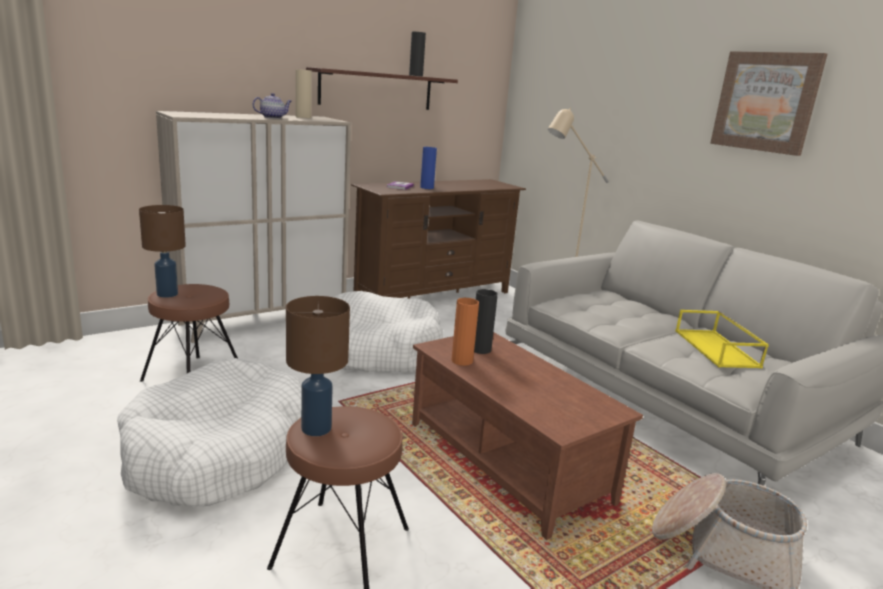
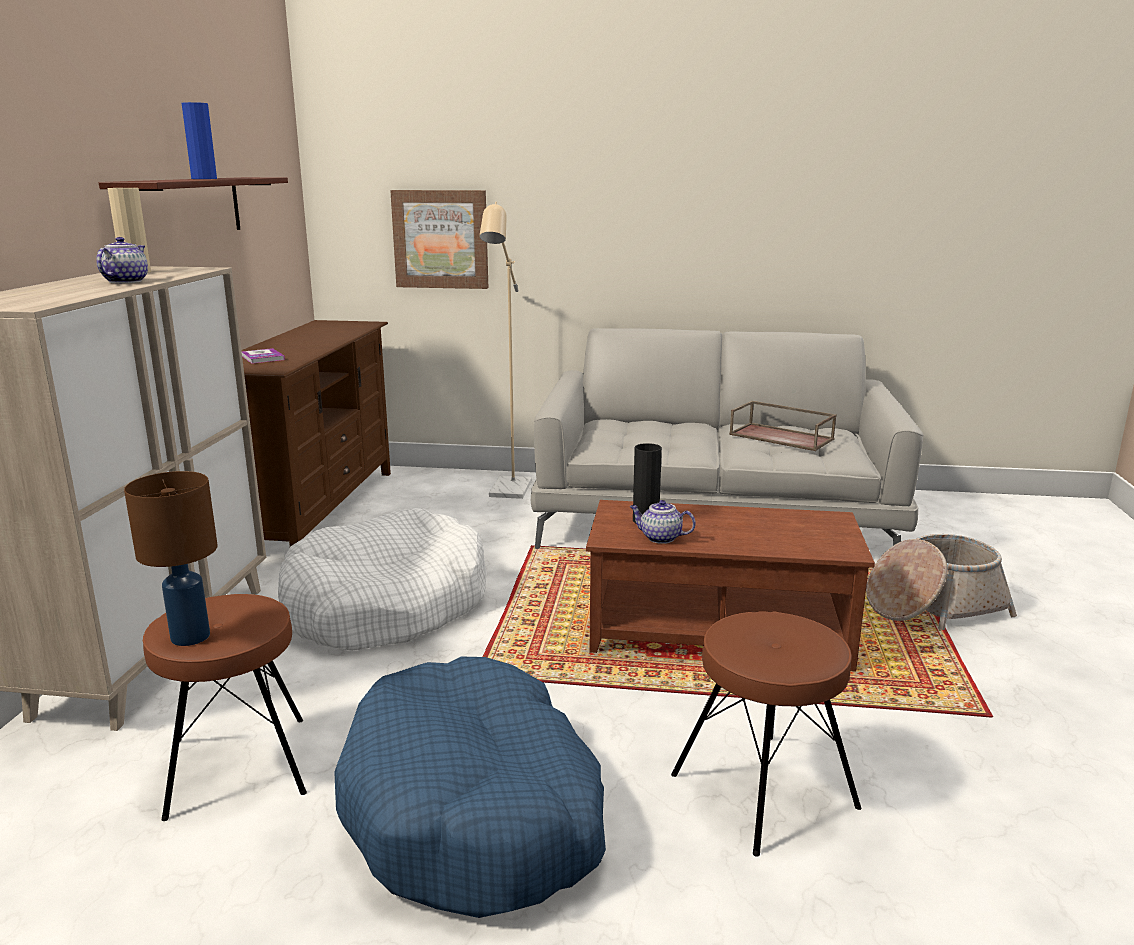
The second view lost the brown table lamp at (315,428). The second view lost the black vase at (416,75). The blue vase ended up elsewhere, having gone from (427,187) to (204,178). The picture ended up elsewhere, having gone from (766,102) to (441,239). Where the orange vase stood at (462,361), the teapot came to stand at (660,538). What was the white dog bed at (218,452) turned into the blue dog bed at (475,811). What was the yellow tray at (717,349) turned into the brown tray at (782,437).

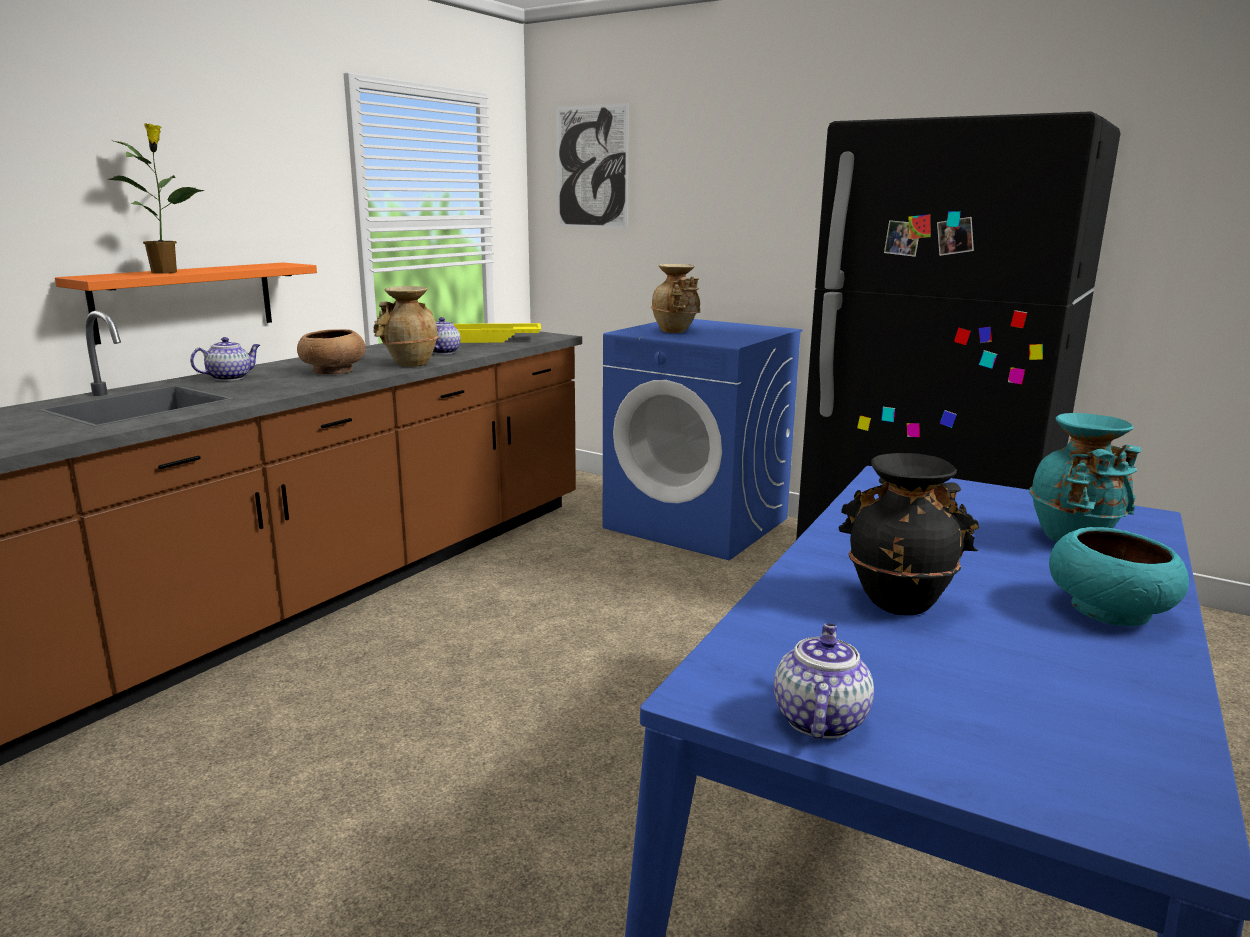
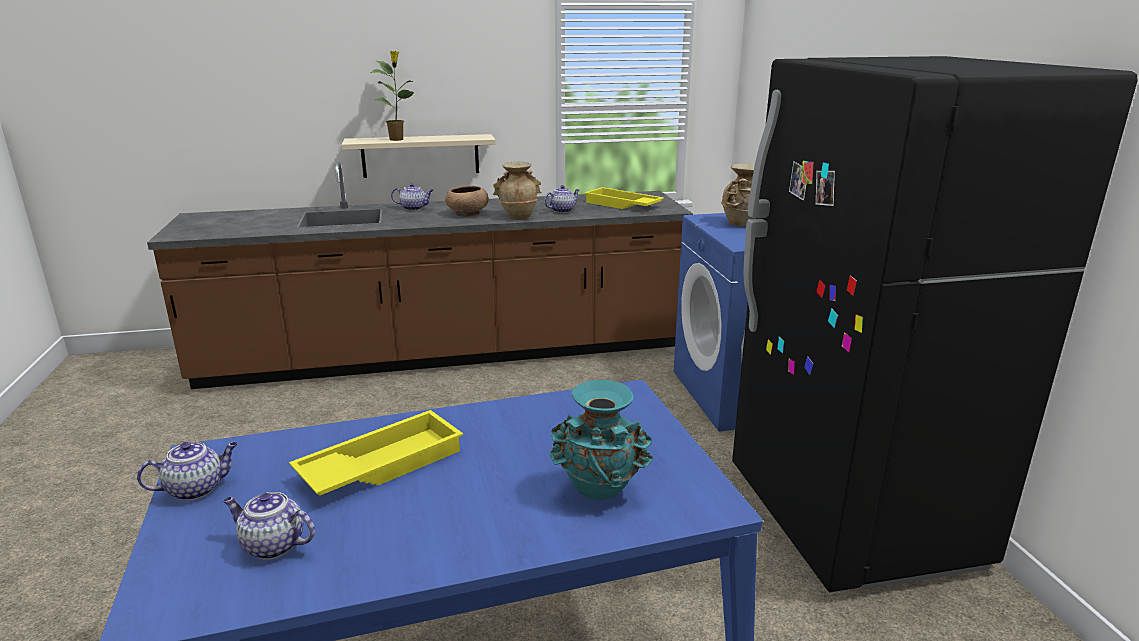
The second view lost the picture at (591,167). The second view lost the turquoise bowl at (1109,610). The second view gained the teapot at (272,545). Where the black vase stood at (898,601), the yellow tray came to stand at (381,464). What was the orange shelf at (185,301) turned into the beige shelf at (420,155).

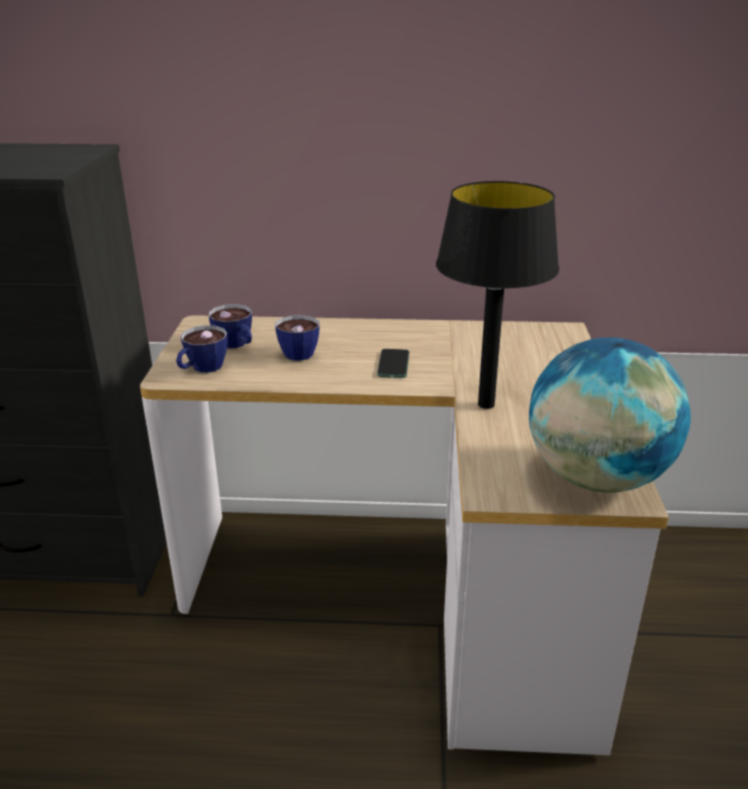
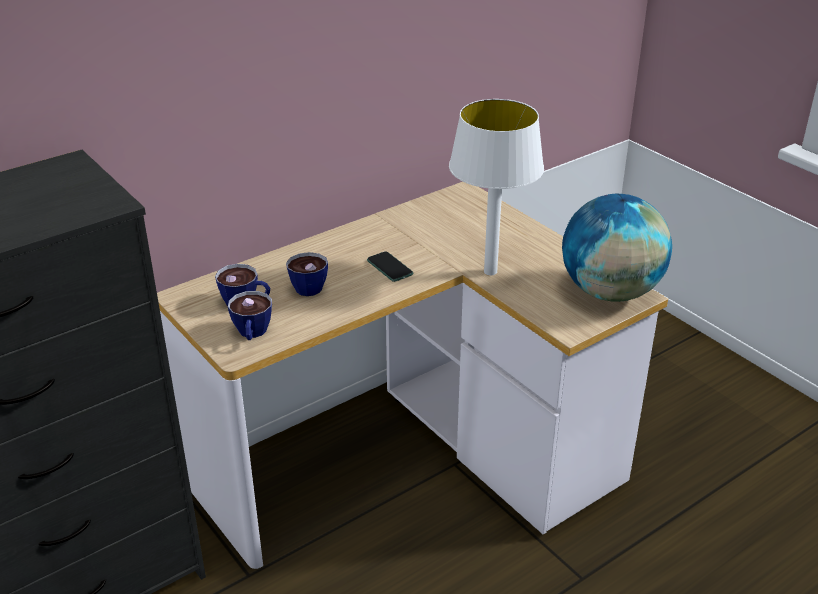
What was the black table lamp at (486,405) turned into the white table lamp at (491,272).

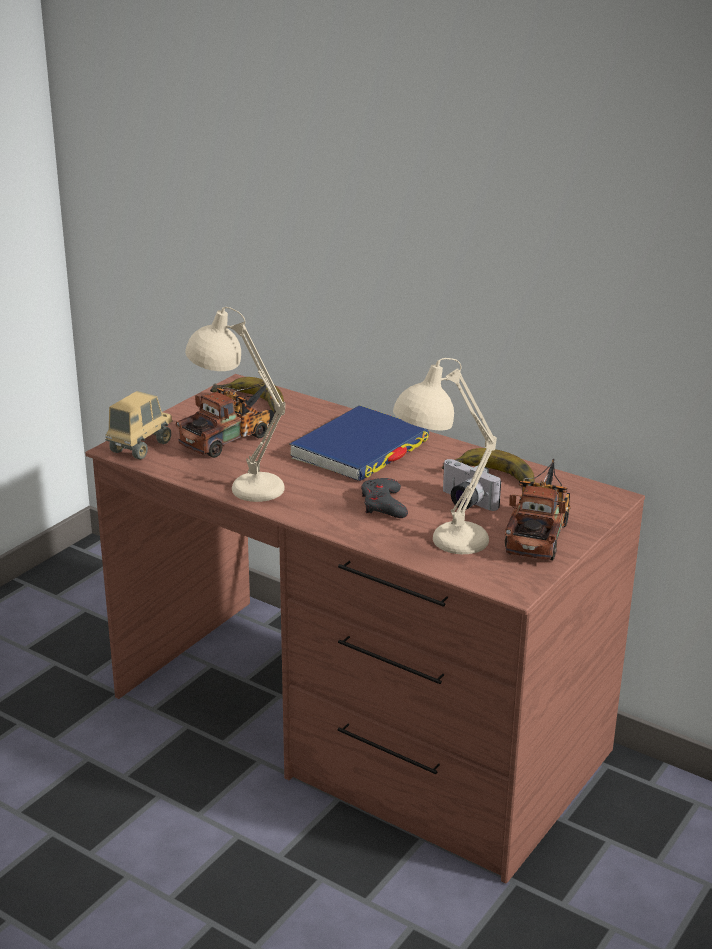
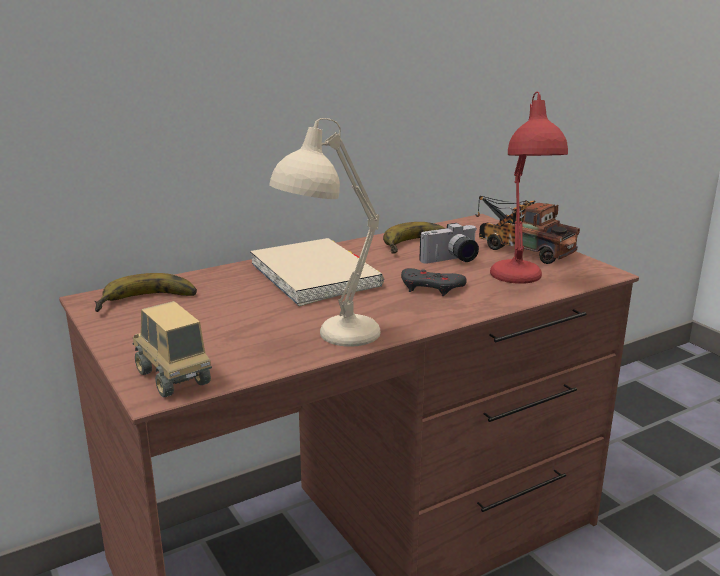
The second view lost the toy truck at (232,438). What was the blue book at (360,450) turned into the beige book at (315,276). What was the beige table lamp at (438,544) turned into the red table lamp at (519,282).

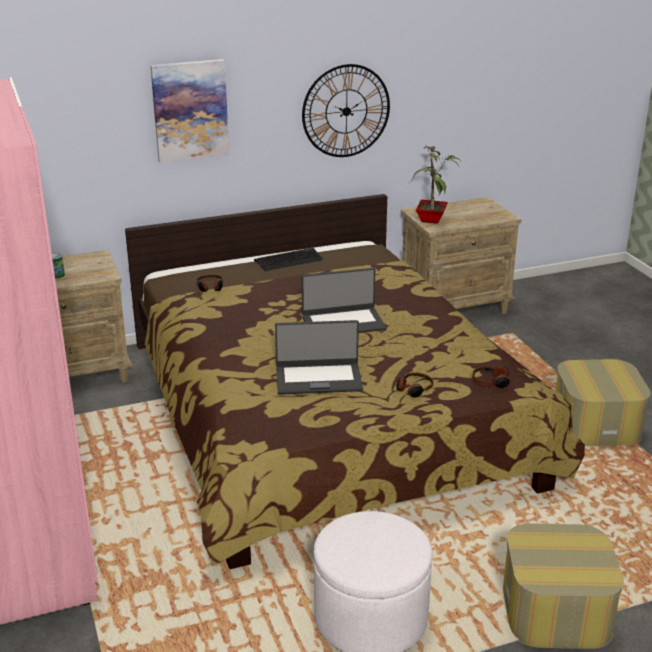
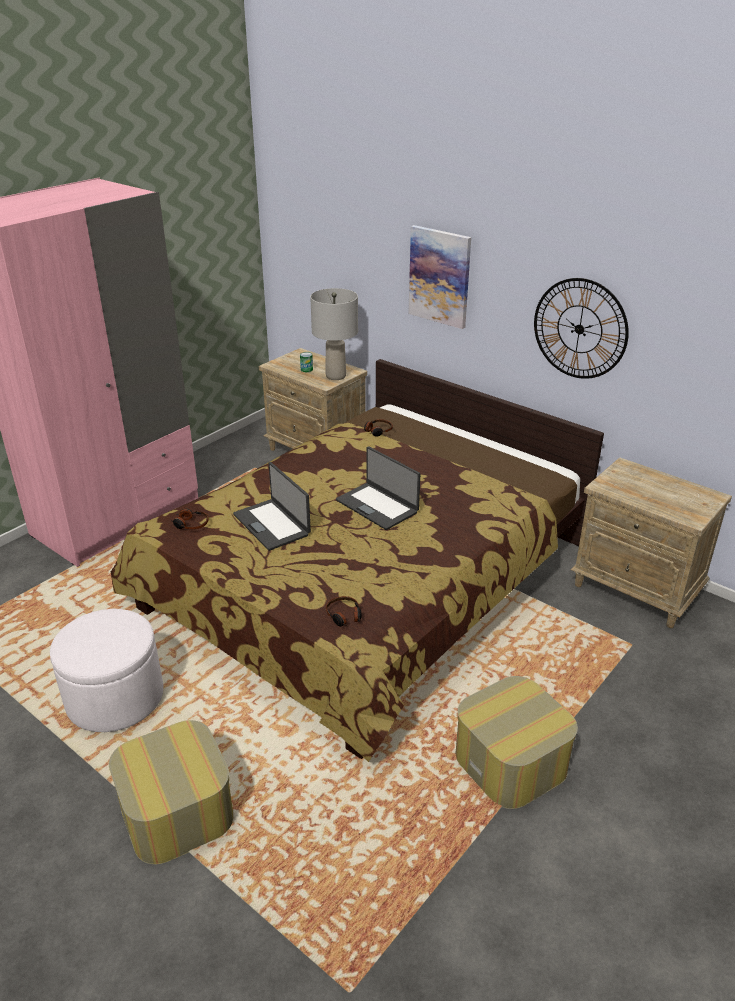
The second view lost the keyboard at (289,260). The second view lost the potted plant at (432,220). The second view gained the grey table lamp at (336,376). The headphones ended up elsewhere, having gone from (413,389) to (190,524).

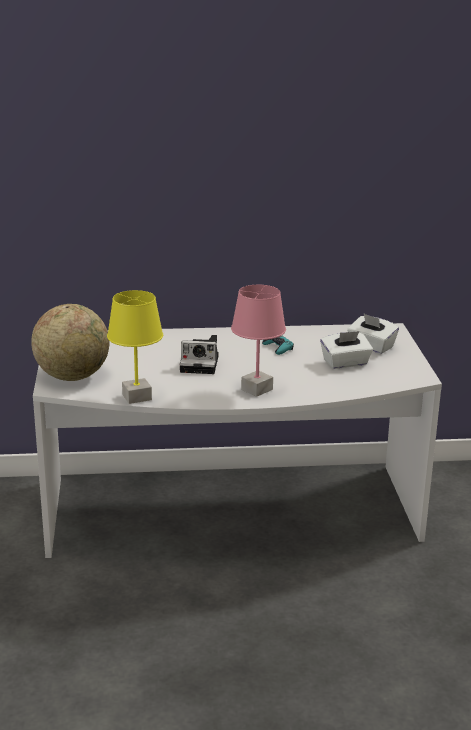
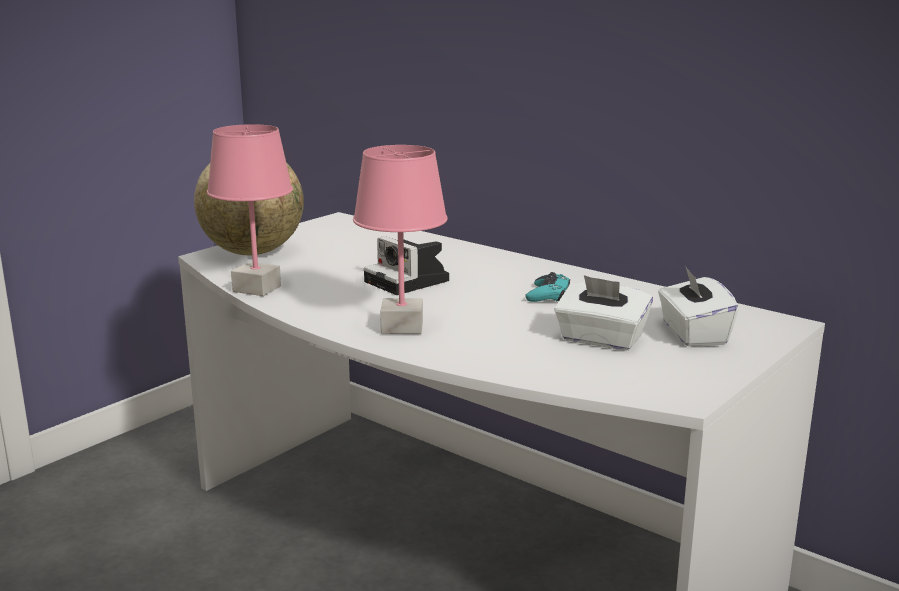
What was the yellow table lamp at (136,397) turned into the pink table lamp at (256,289).

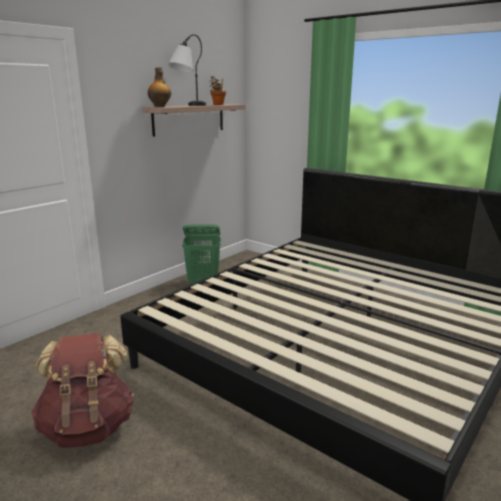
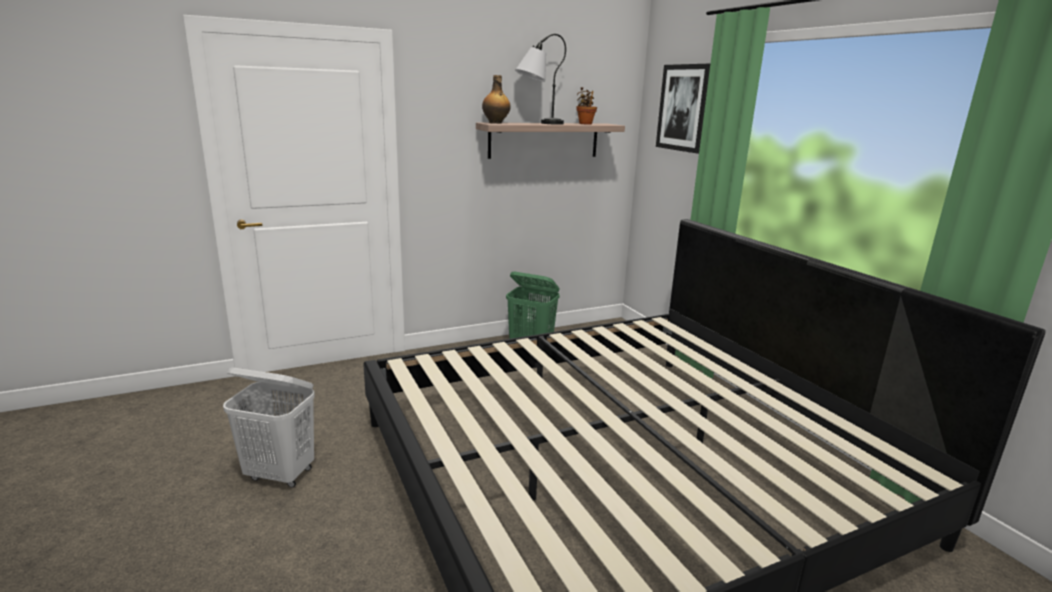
The second view gained the picture at (684,108). Where the brown backpack stood at (88,427), the white laundry basket came to stand at (280,474).

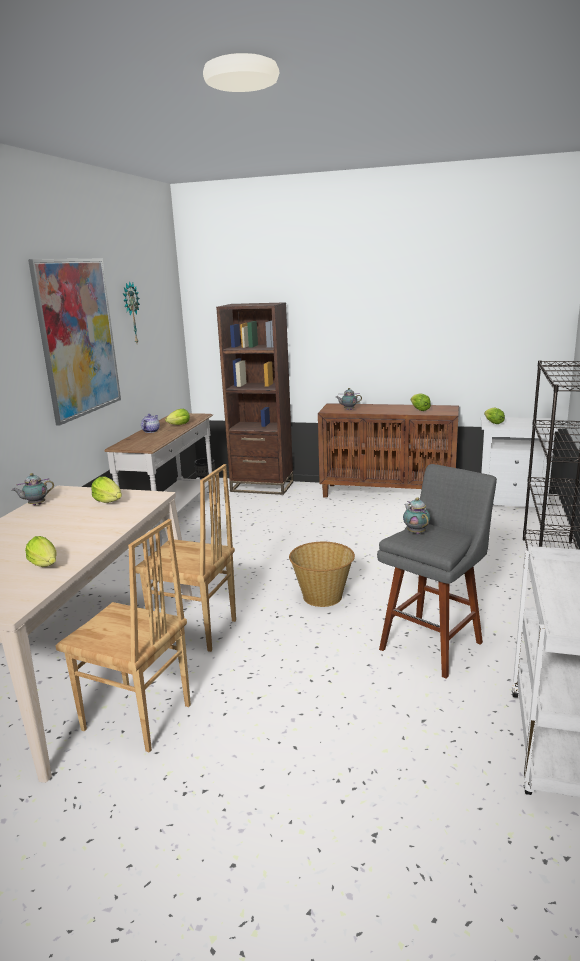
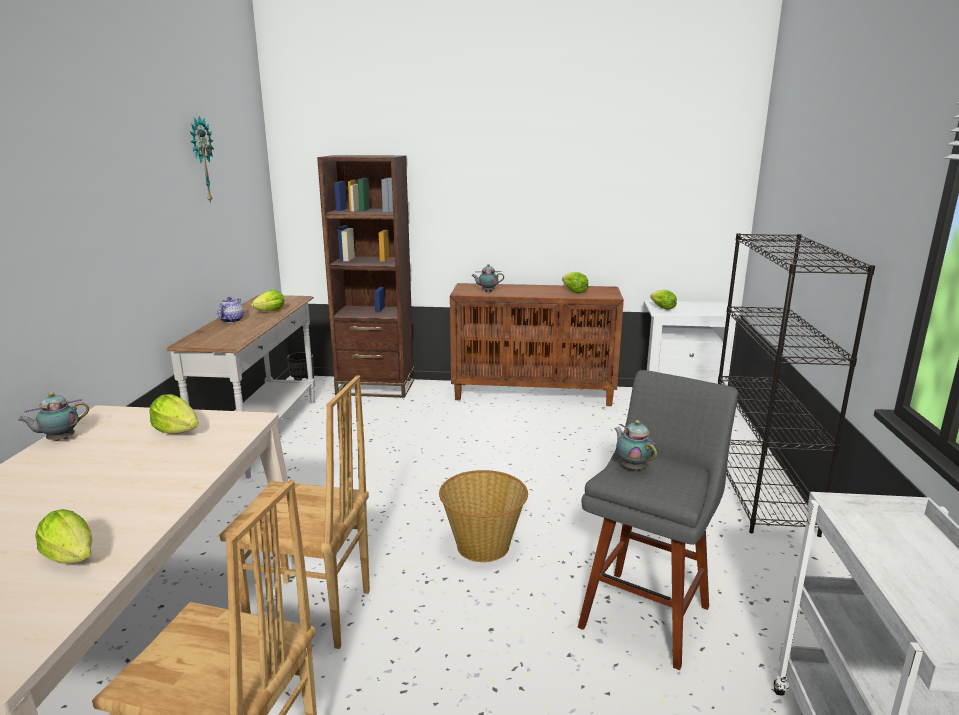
The second view lost the picture at (78,338).

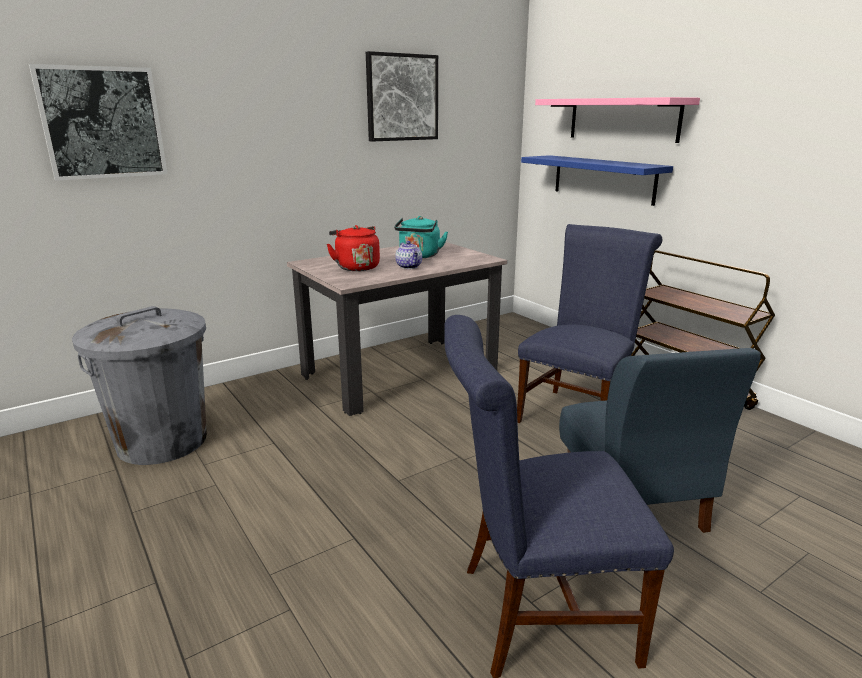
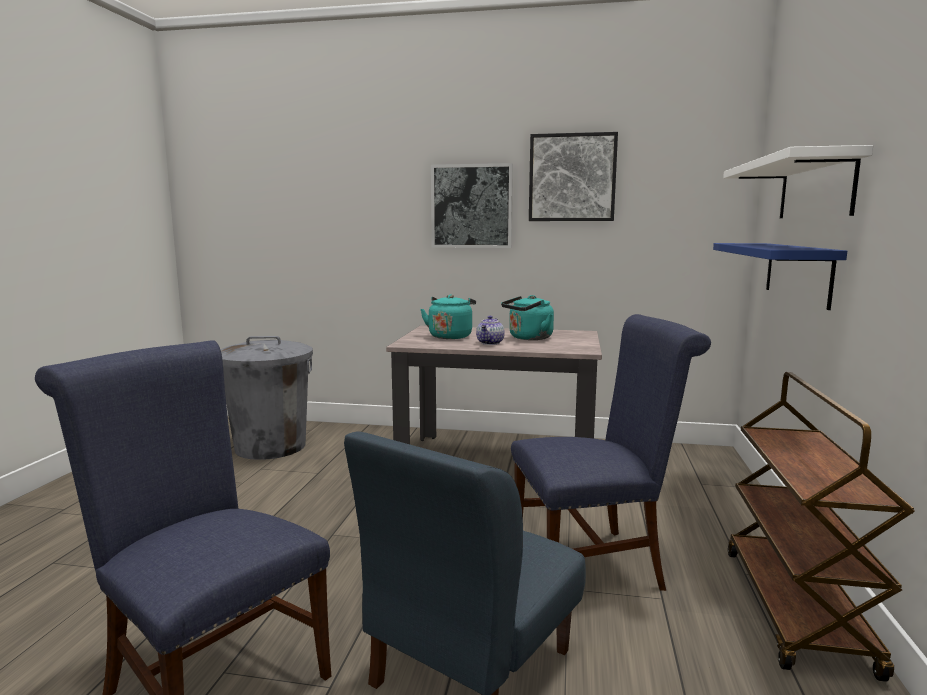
The picture ended up elsewhere, having gone from (102,123) to (471,206). What was the red kettle at (356,267) turned into the turquoise kettle at (450,336). What was the pink shelf at (623,119) turned into the white shelf at (815,188).

